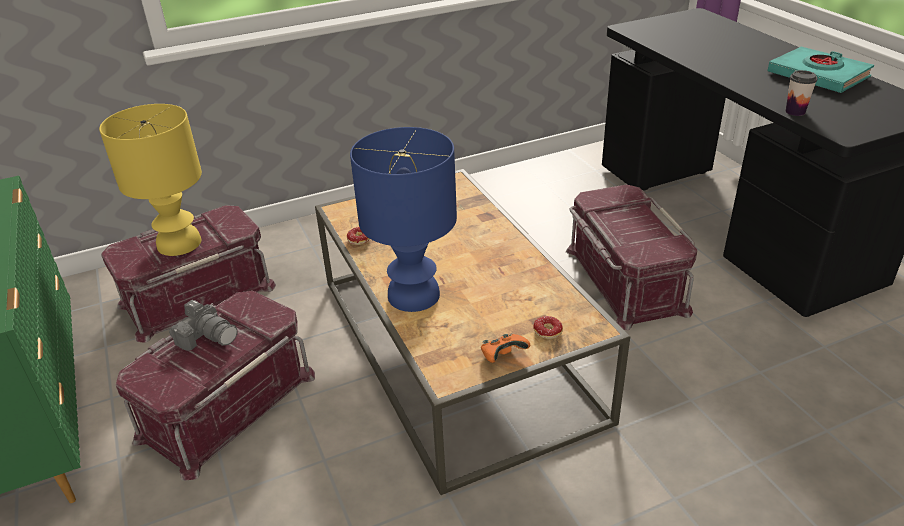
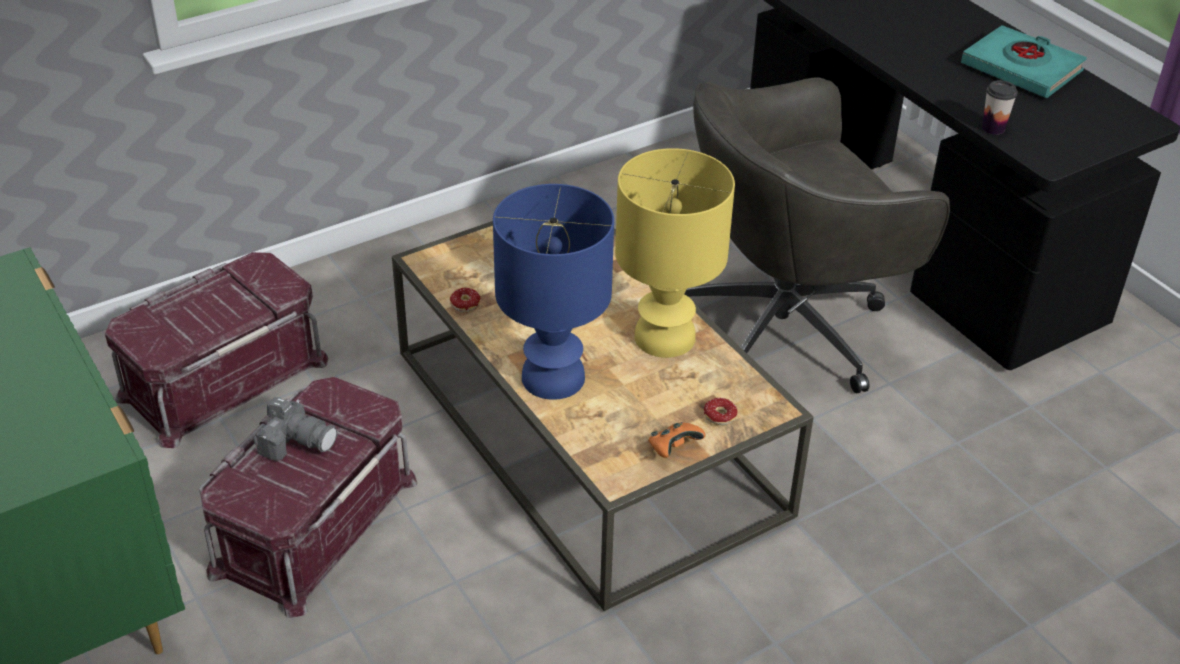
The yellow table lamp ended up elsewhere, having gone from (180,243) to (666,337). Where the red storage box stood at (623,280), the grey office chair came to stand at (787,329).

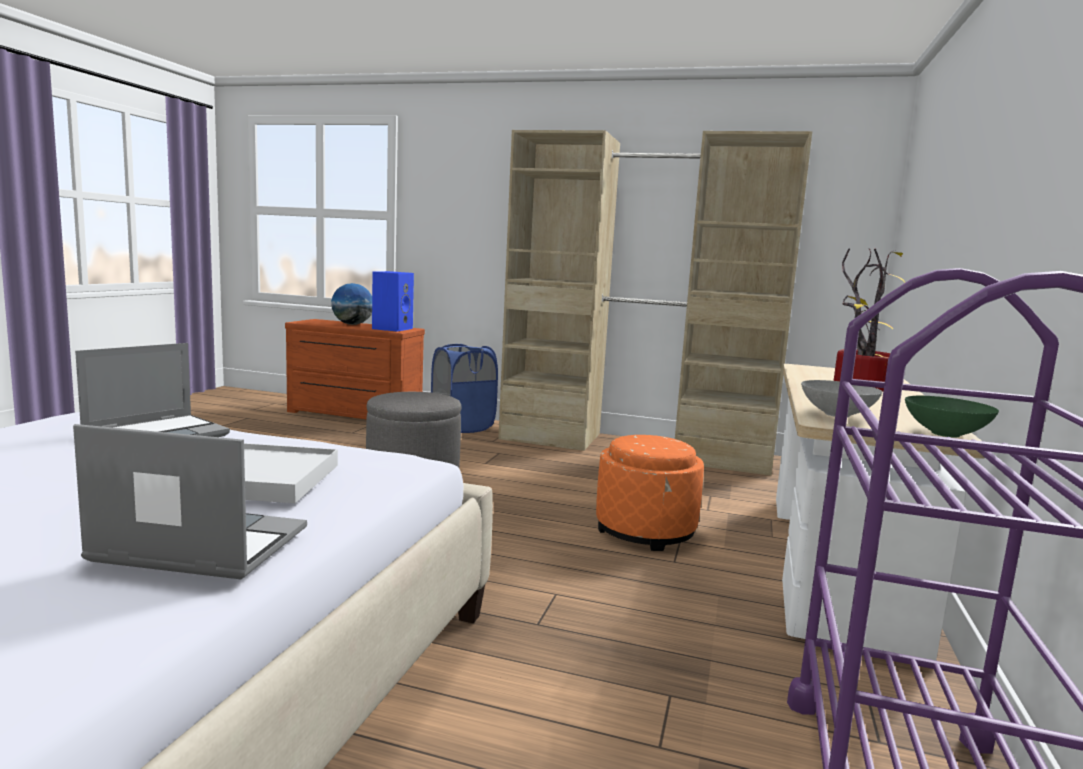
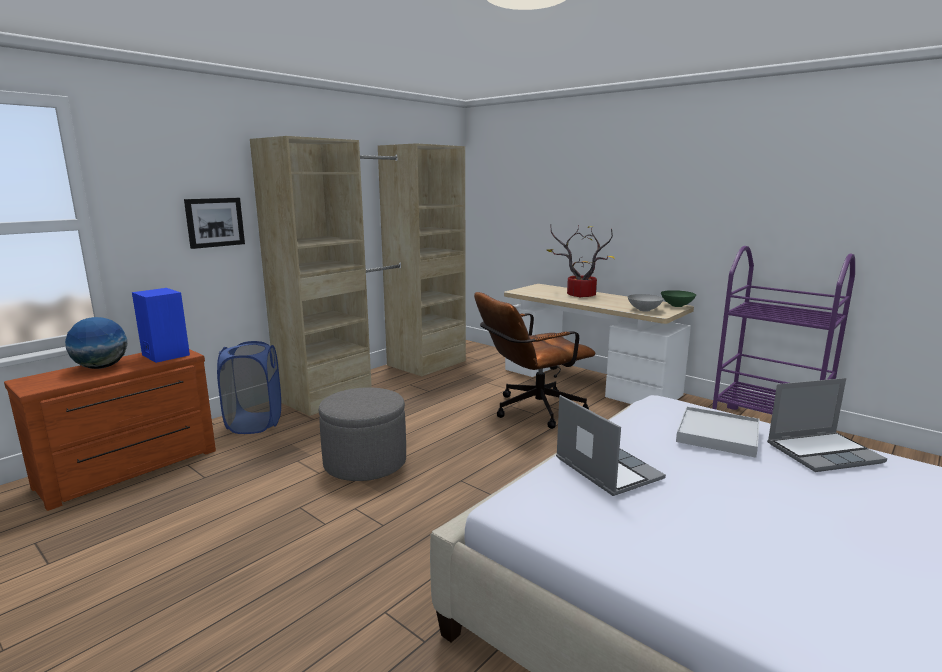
The second view gained the picture at (214,222). Where the orange ottoman stood at (645,531), the brown office chair came to stand at (531,411). The laptop at (197,546) ended up facing another way, 135 degrees counterclockwise from before.

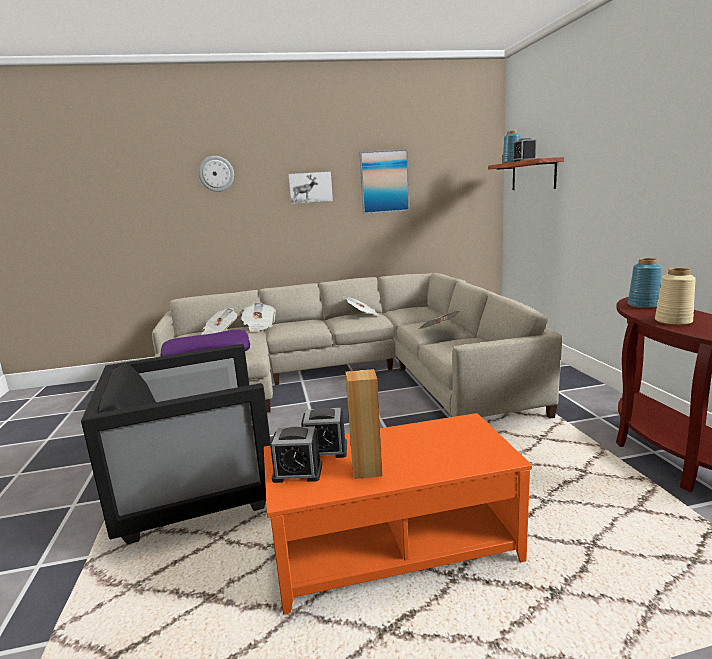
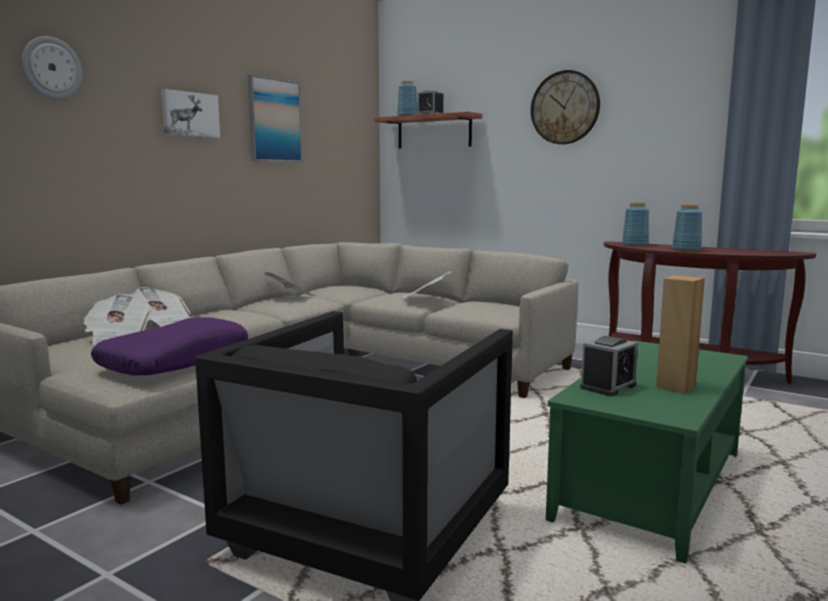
The second view lost the alarm clock at (297,472). The second view gained the wall clock at (565,107). What was the orange coffee table at (393,546) turned into the green coffee table at (648,485). What was the beige vase at (672,321) turned into the blue vase at (685,250).

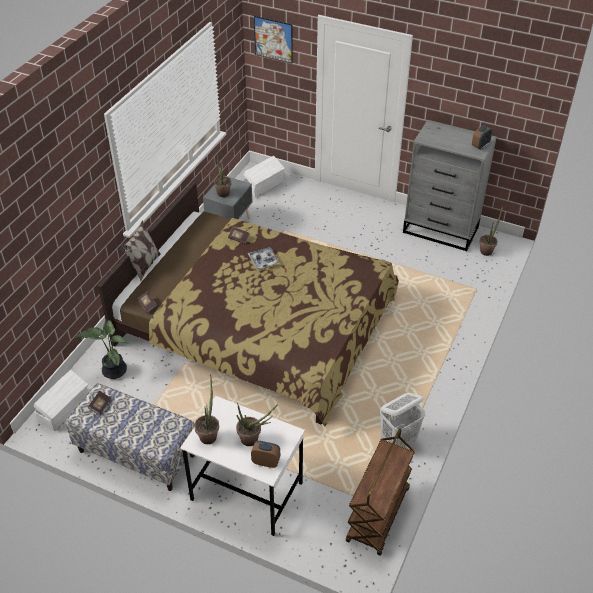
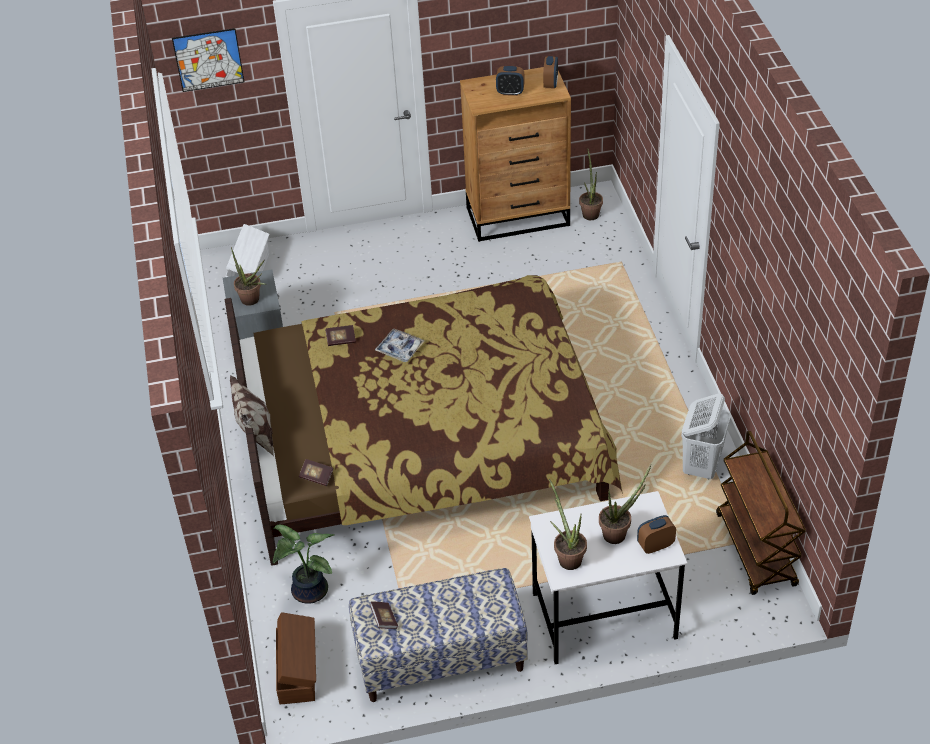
The second view gained the alarm clock at (510,92). What was the white storage box at (65,409) turned into the brown storage box at (298,670). What was the grey dresser at (441,230) turned into the brown dresser at (519,216).

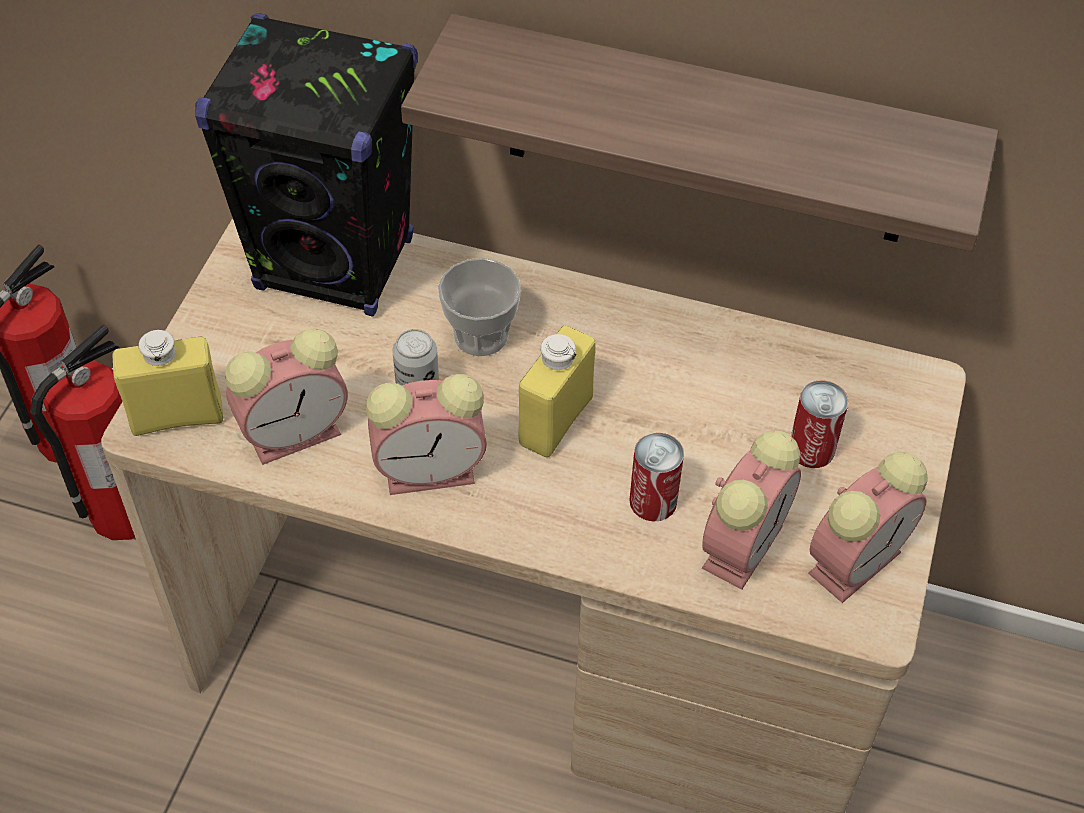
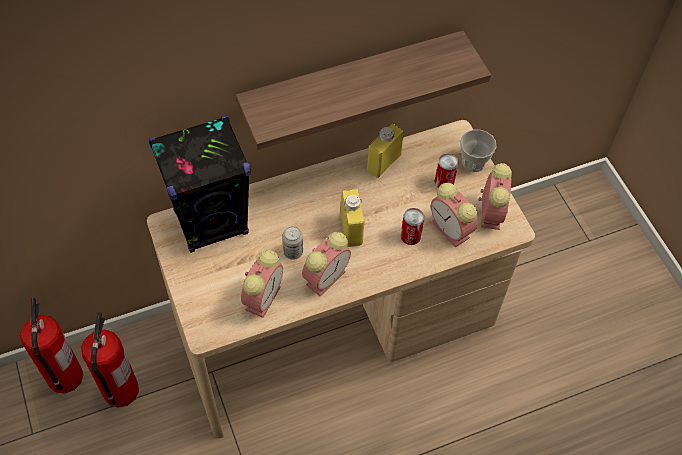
The yellow bottle ended up elsewhere, having gone from (177,417) to (383,163). The cup ended up elsewhere, having gone from (481,335) to (473,162). The alarm clock at (743,543) ended up facing another way, 150 degrees clockwise from before.

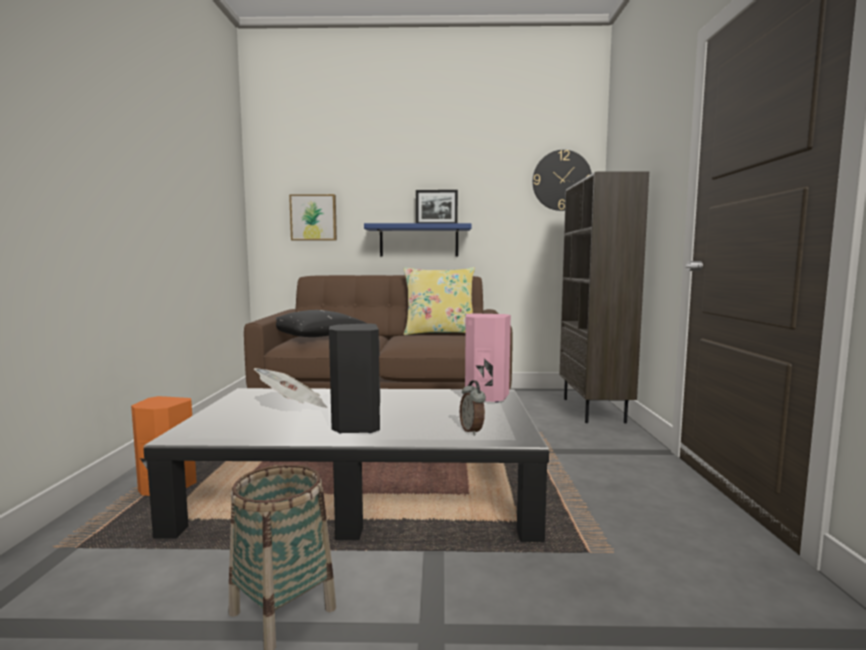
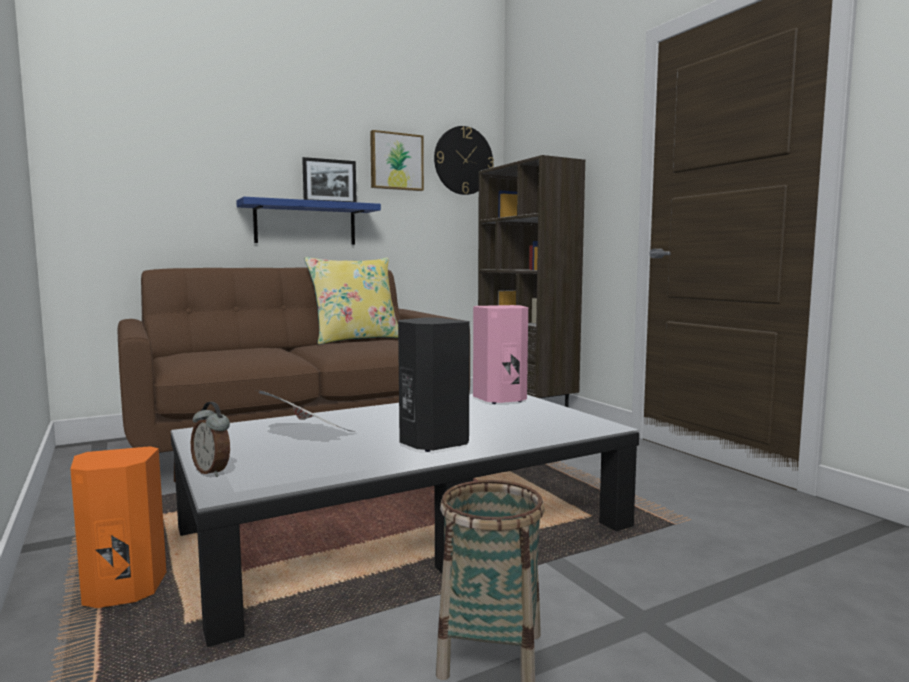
The second view lost the black pillow at (315,336). The picture ended up elsewhere, having gone from (314,217) to (396,161). The alarm clock ended up elsewhere, having gone from (472,431) to (213,471).

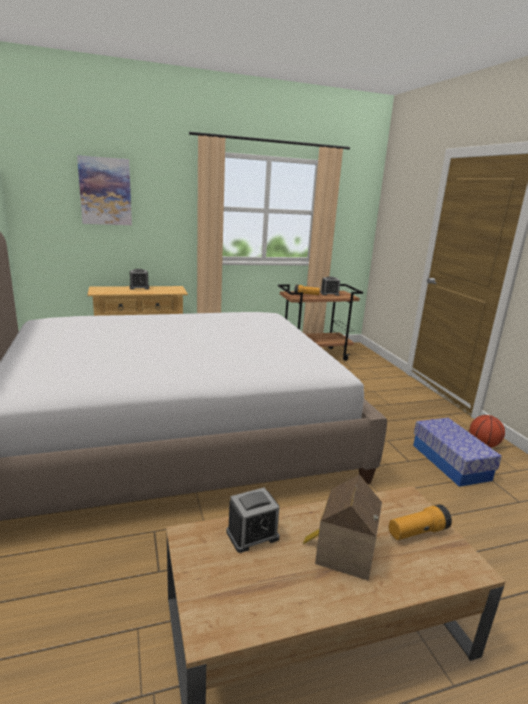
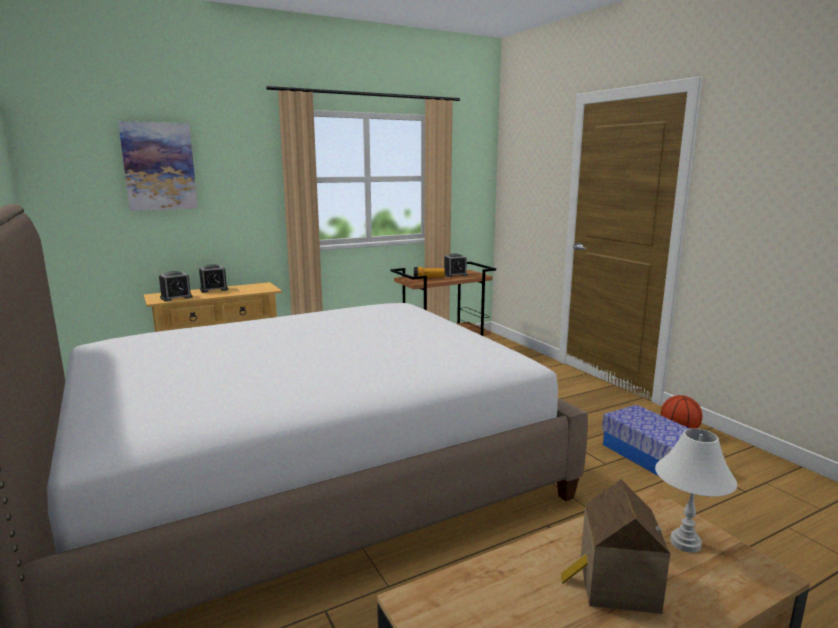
The alarm clock ended up elsewhere, having gone from (252,535) to (176,297). Where the flashlight stood at (417,532), the white table lamp came to stand at (686,543).

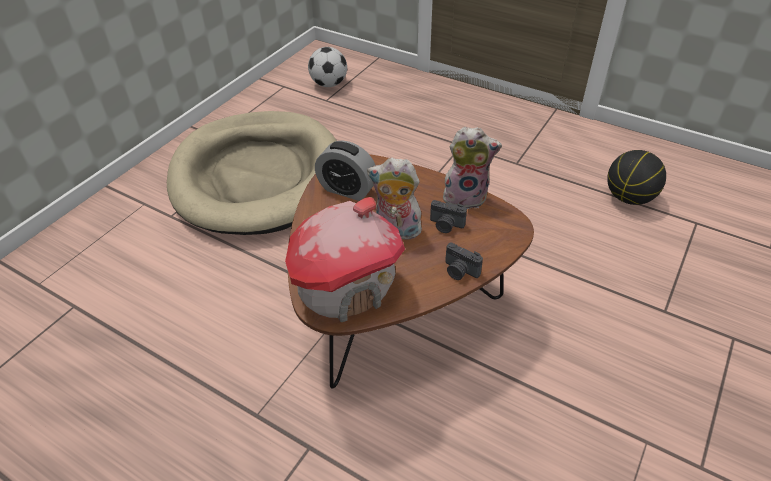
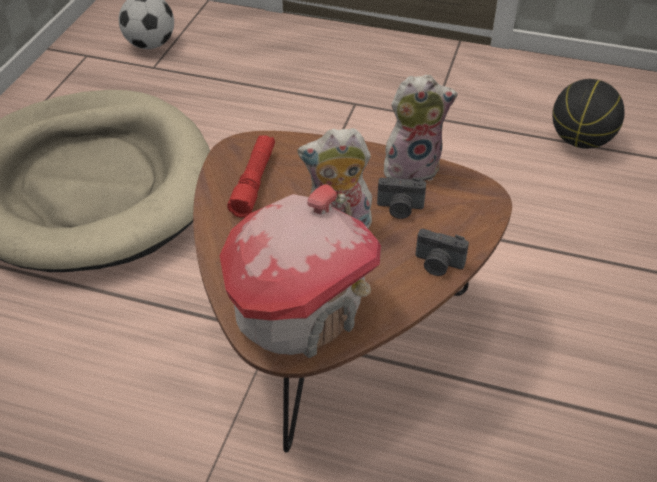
Where the alarm clock stood at (347,189), the red flashlight came to stand at (254,182).

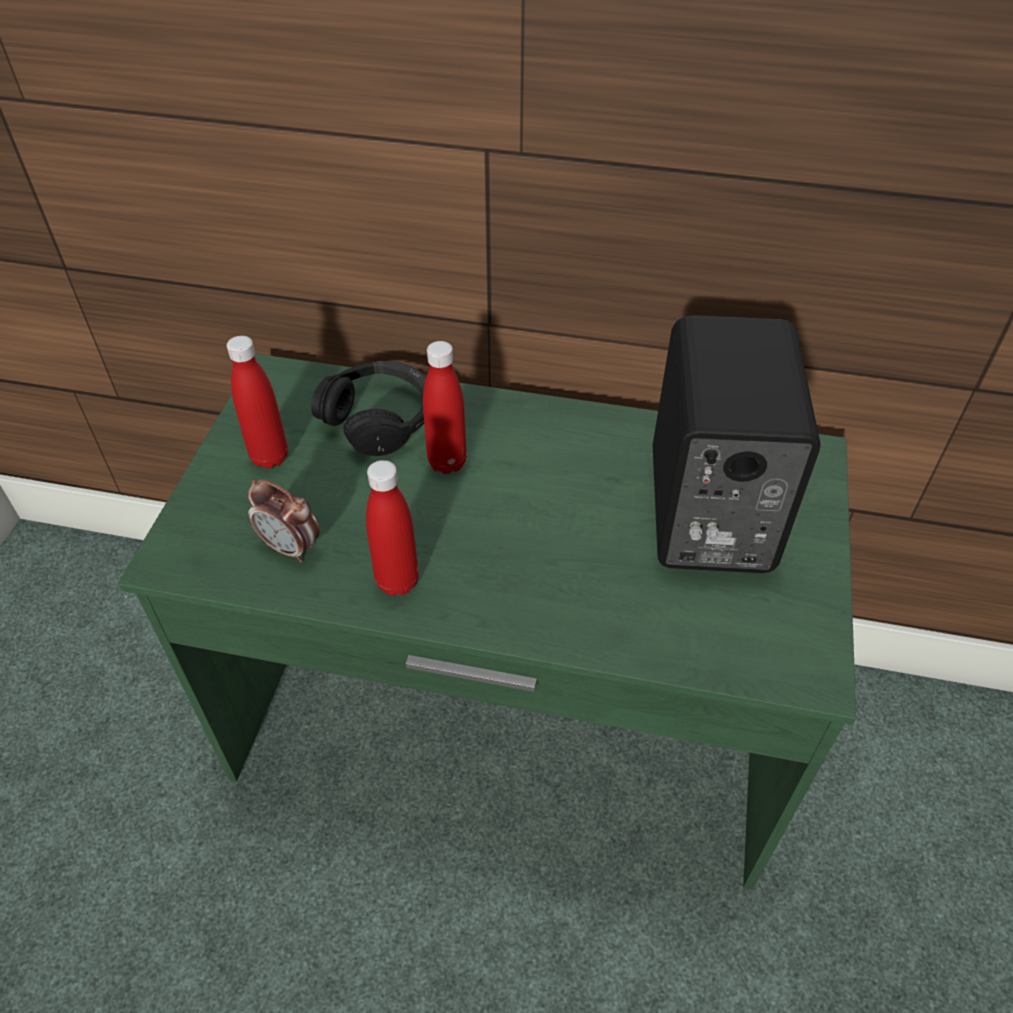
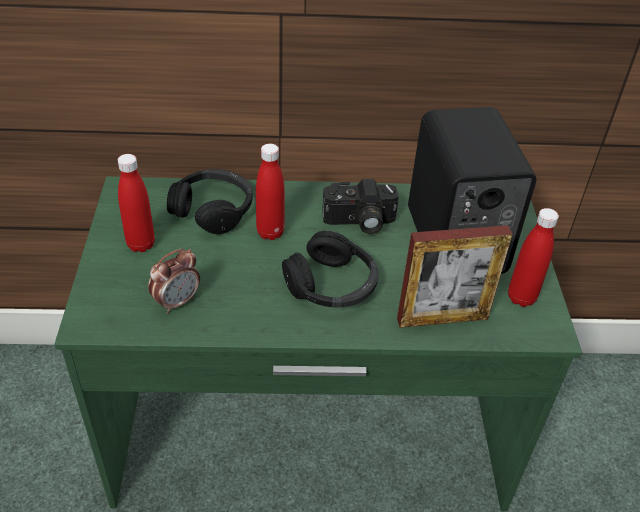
The second view gained the black headphones at (332,285). The second view gained the photo camera at (359,222). The second view gained the picture frame at (442,318). The red bottle ended up elsewhere, having gone from (397,581) to (521,298). The alarm clock at (291,547) ended up facing another way, 60 degrees counterclockwise from before.

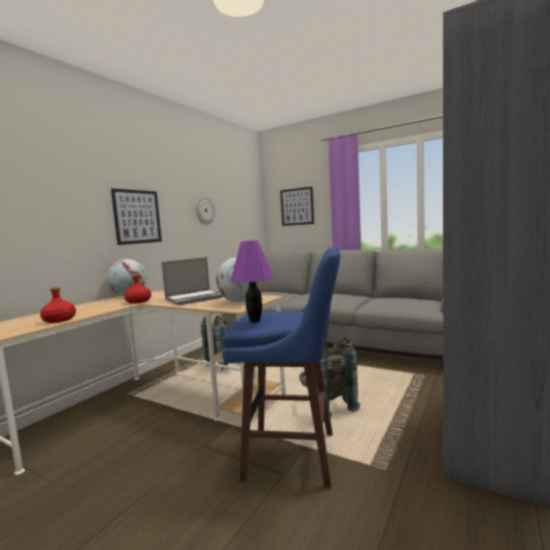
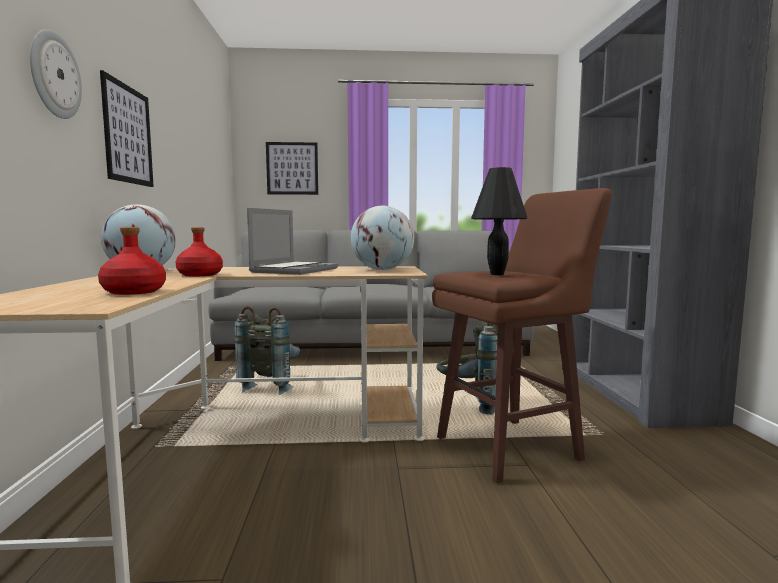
The wall clock ended up elsewhere, having gone from (204,210) to (54,75). What was the blue stool at (294,456) turned into the brown stool at (512,448). What was the purple table lamp at (254,321) turned into the black table lamp at (497,274).

